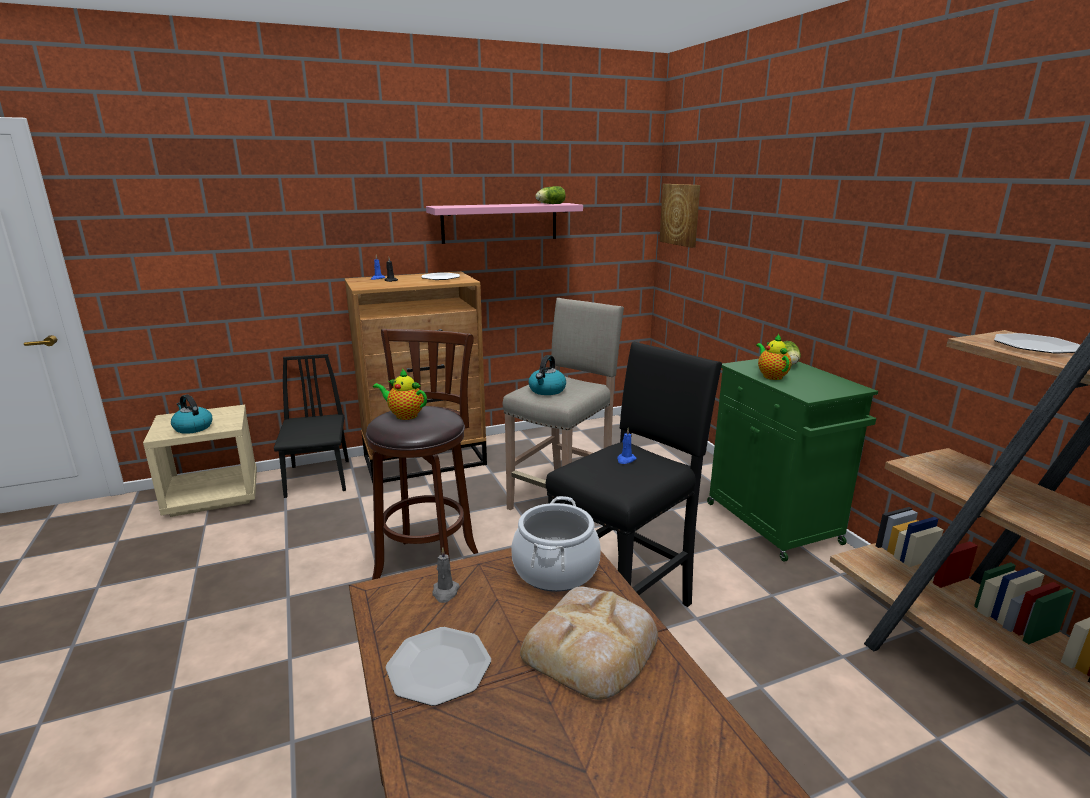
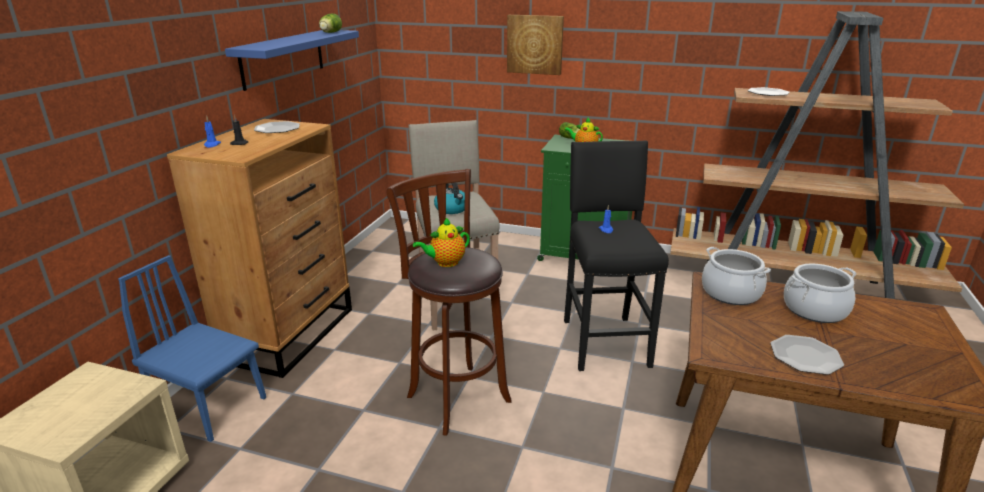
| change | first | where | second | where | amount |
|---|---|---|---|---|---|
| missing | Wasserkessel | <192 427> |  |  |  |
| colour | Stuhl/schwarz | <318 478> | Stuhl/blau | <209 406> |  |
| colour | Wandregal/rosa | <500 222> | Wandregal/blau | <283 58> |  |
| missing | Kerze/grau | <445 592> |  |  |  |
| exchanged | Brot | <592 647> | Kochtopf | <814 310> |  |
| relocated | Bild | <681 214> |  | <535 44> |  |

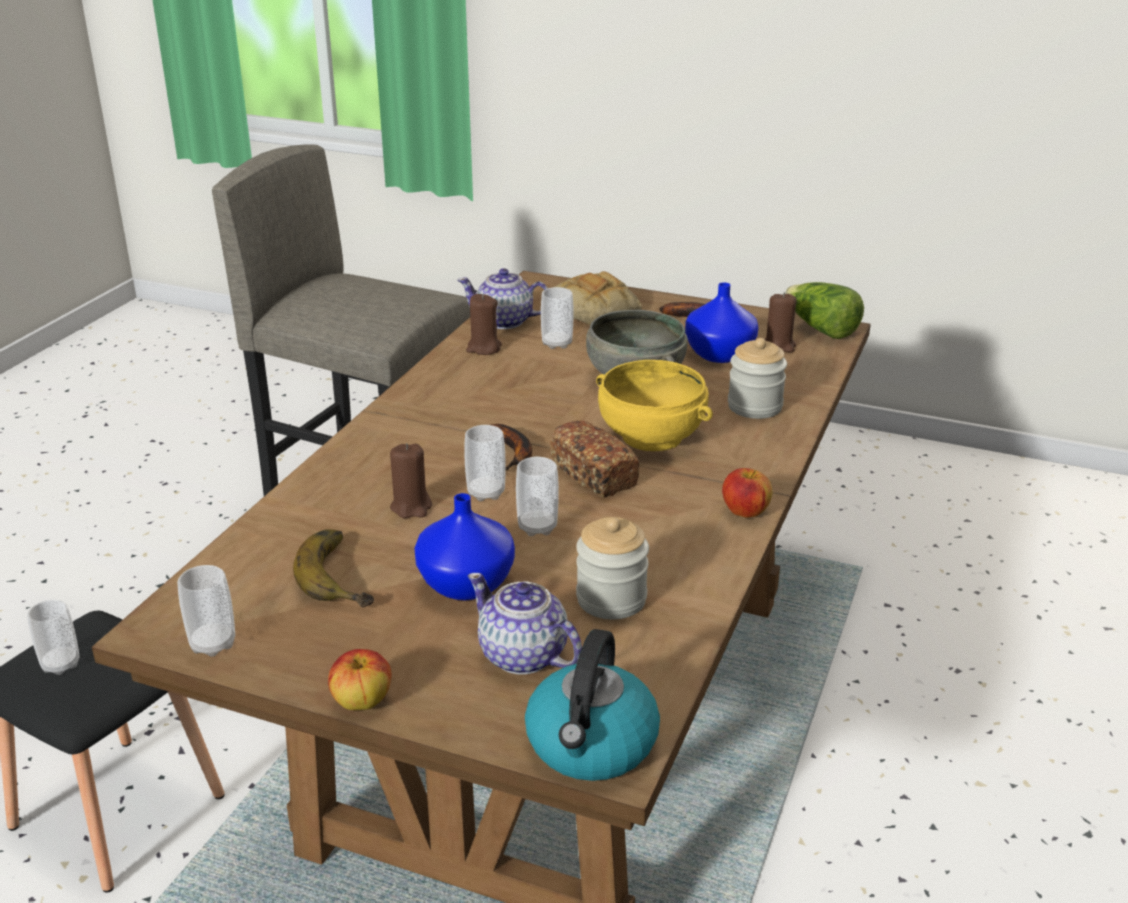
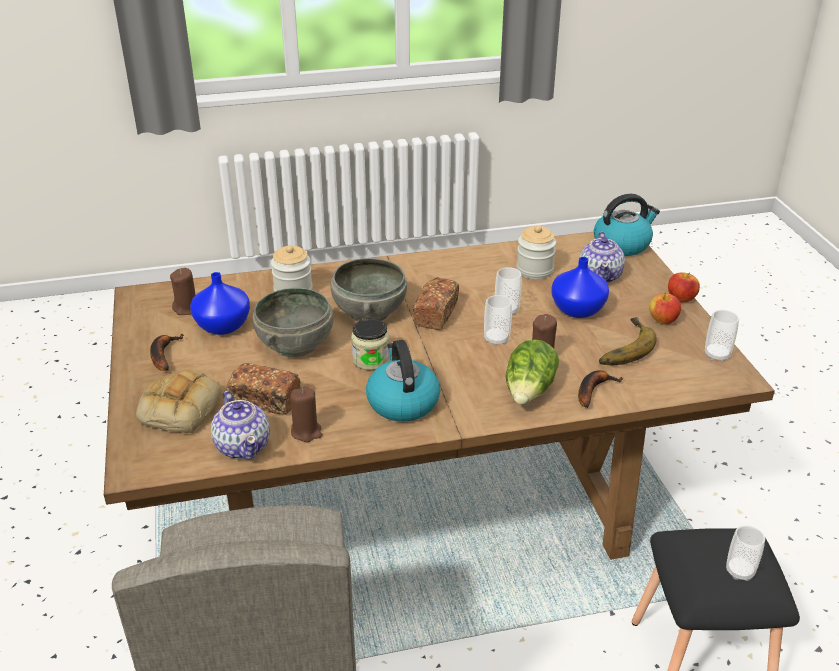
| change | first | where | second | where | amount |
|---|---|---|---|---|---|
| relocated | Banane | <514 453> |  | <593 390> |  |
| exchanged | Tasse | <557 343> | Brot | <265 400> |  |
| colour | Schüssel/gelb | <652 436> | Schüssel/grau | <368 311> |  |
| relocated | Apfel | <745 511> |  | <663 321> |  |
| relocated | Salatkopf | <820 329> |  | <529 391> |  |
| appeared |  |  | Vorratsglas | <371 360> |  |
| appeared |  |  | Wasserkessel | <402 402> |  |

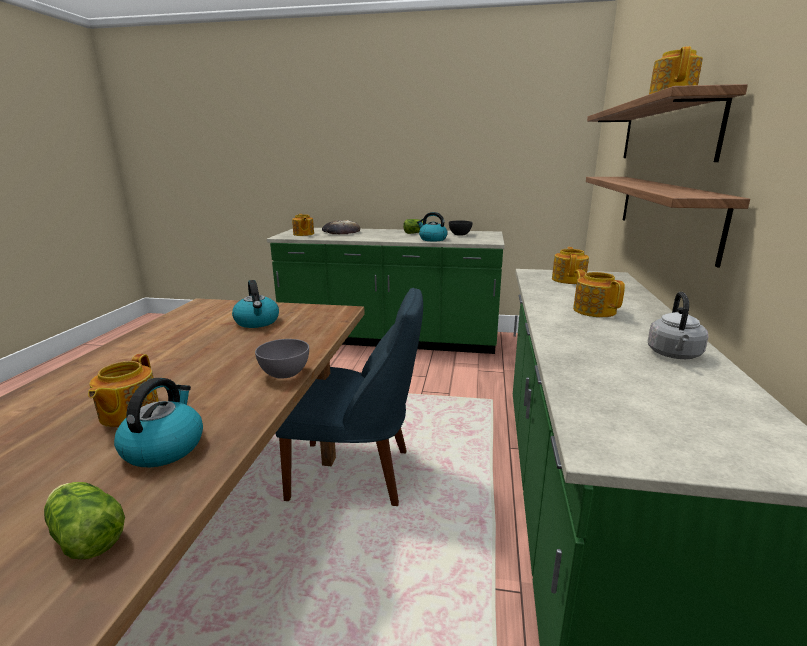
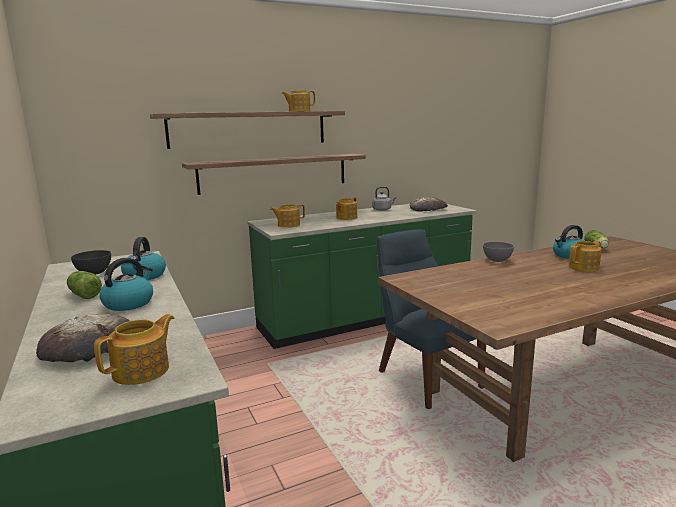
| change | first | where | second | where | amount |
|---|---|---|---|---|---|
| relocated | Wasserkessel | <257 322> |  | <129 303> |  |
| appeared |  |  | Brot | <428 208> |  |

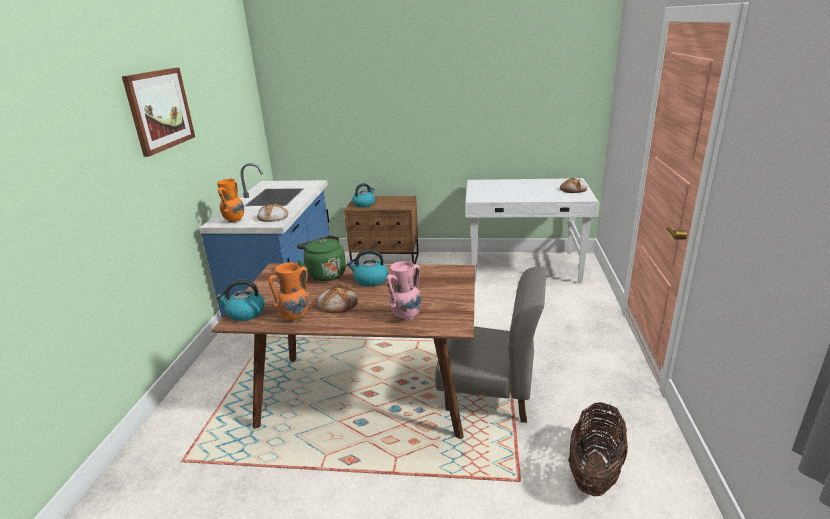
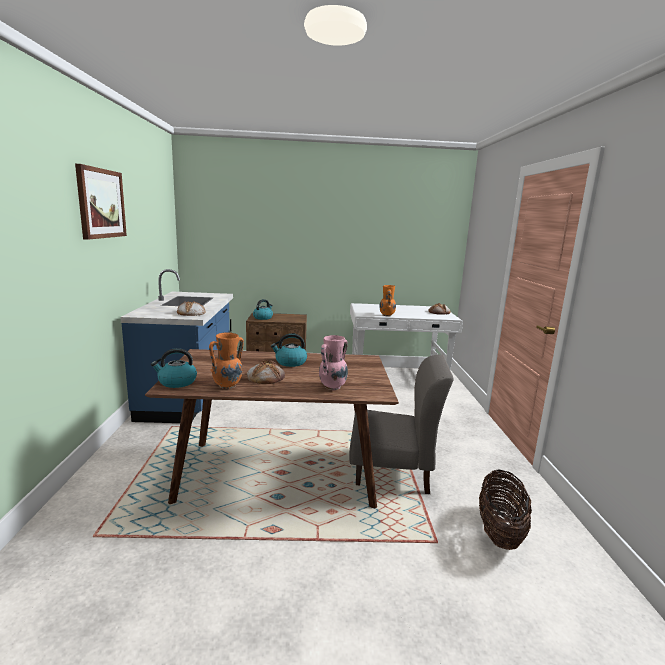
| change | first | where | second | where | amount |
|---|---|---|---|---|---|
| relocated | Vase/orange | <234 220> |  | <386 315> |  |
| missing | Wasserkessel/grün | <324 274> |  |  |  |

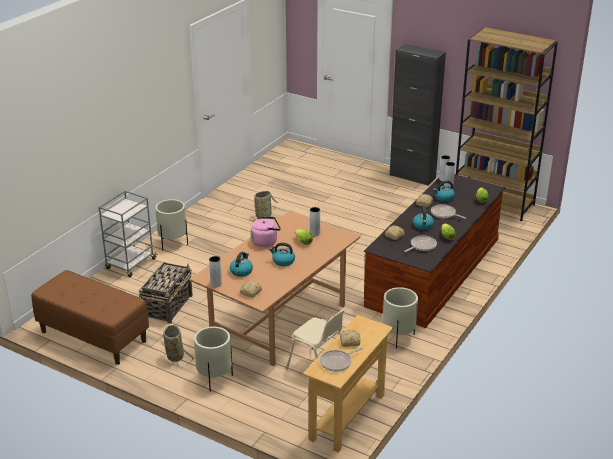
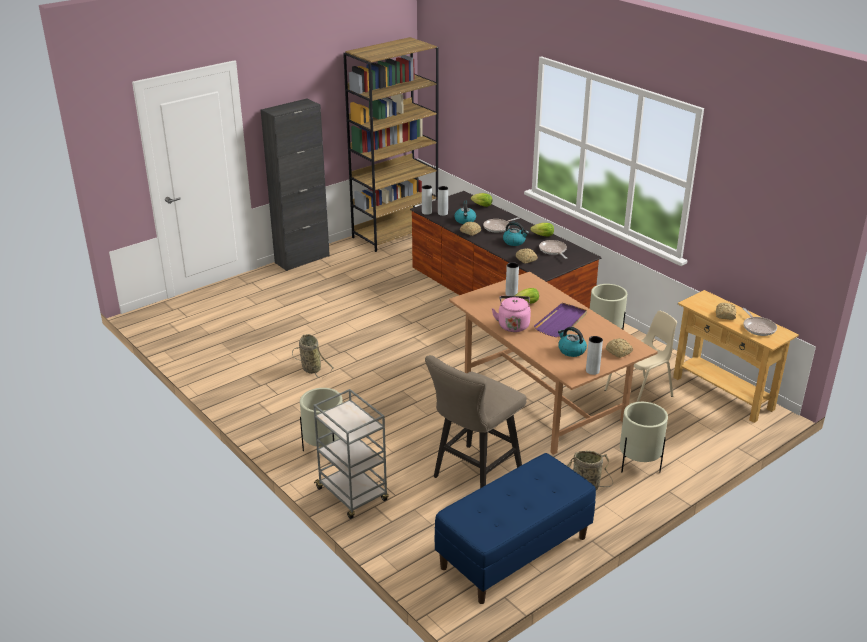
| change | first | where | second | where | amount |
|---|---|---|---|---|---|
| colour | Bank/braun | <92 336> | Bank/blau | <514 553> |  |
| exchanged | Korb | <168 306> | Hocker/beige | <473 477> |  |
| exchanged | Wasserkessel | <283 261> | Tablett/lila | <561 322> |  |

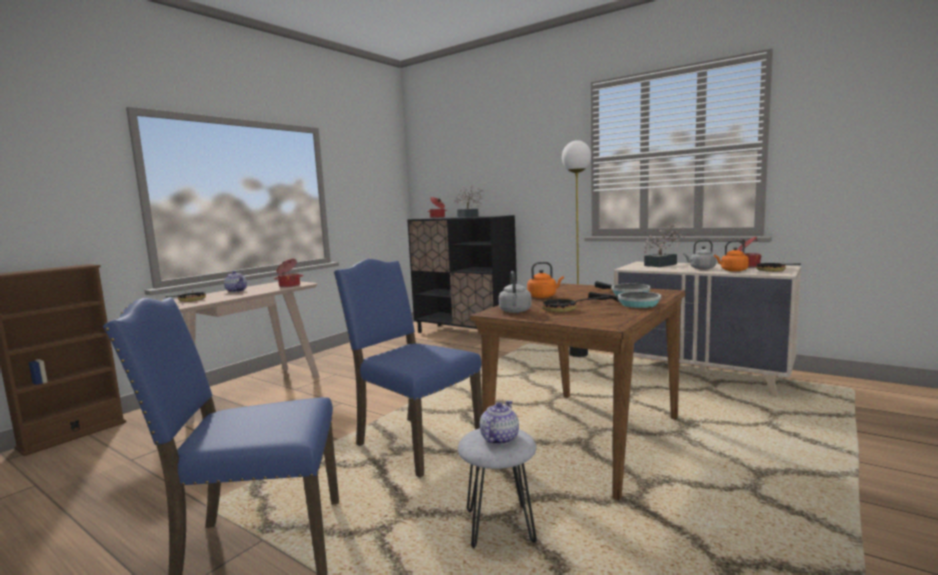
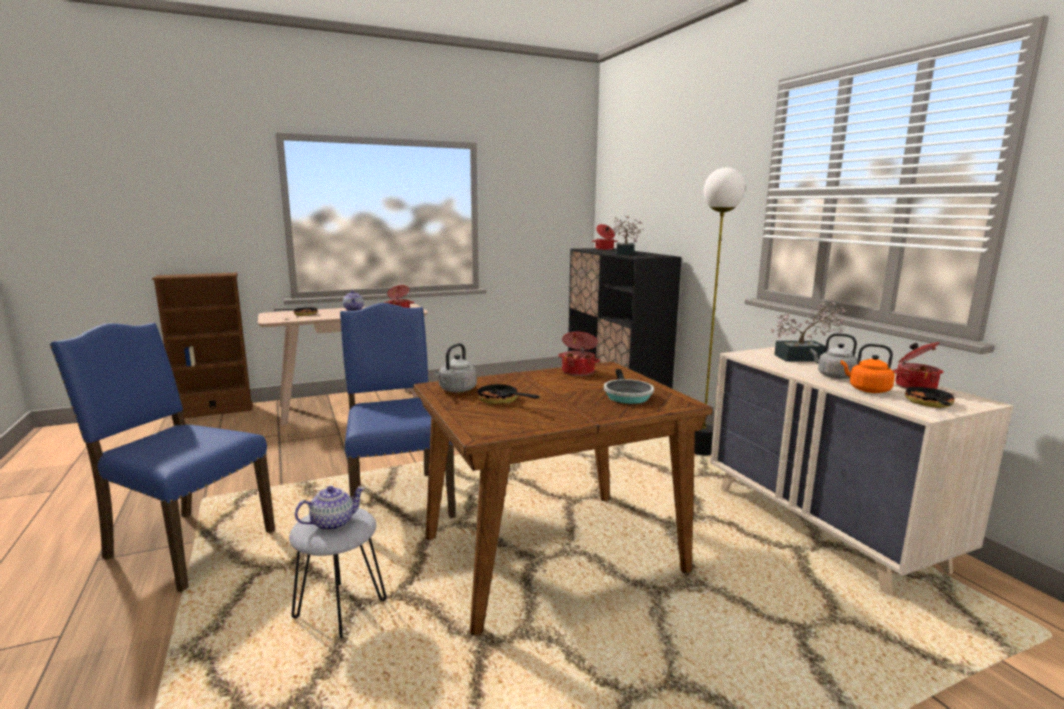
| change | first | where | second | where | amount |
|---|---|---|---|---|---|
| missing | Wasserkessel/orange | <543 296> |  |  |  |
| missing | Pfanne | <634 304> |  |  |  |
| appeared |  |  | Kochtopf | <578 372> |  |

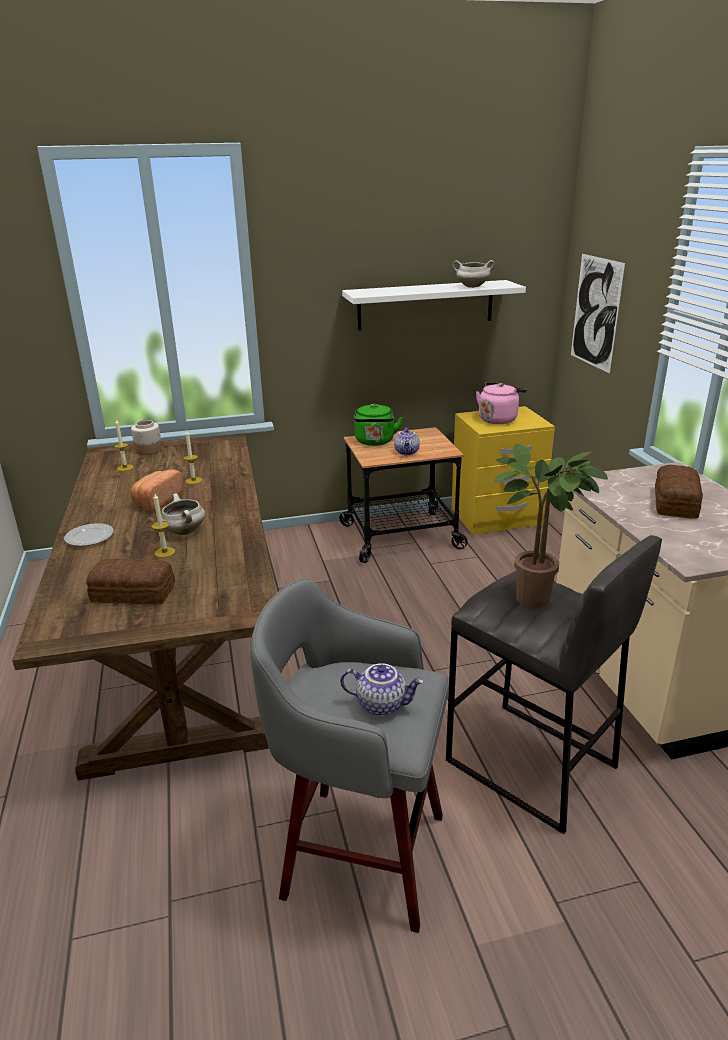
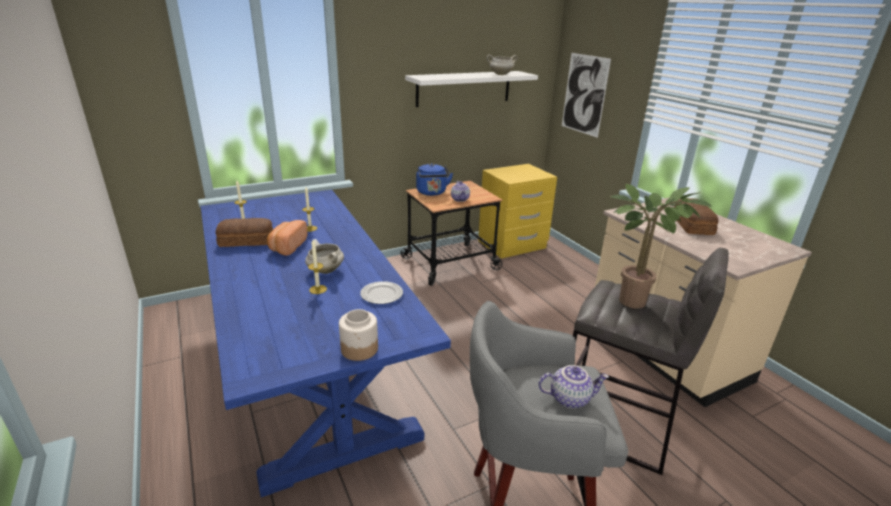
| change | first | where | second | where | amount |
|---|---|---|---|---|---|
| colour | Esstisch/braun | <184 641> | Esstisch/blau | <310 362> |  |
| relocated | Teller | <90 537> |  | <382 295> |  |
| relocated | Brot | <134 594> |  | <247 241> |  |
| relocated | Vorratsglas | <149 450> |  | <360 349> |  |
| colour | Wasserkessel/grün | <375 442> | Wasserkessel/blau | <432 193> |  |
| missing | Wasserkessel/rosa | <498 419> |  |  |  |

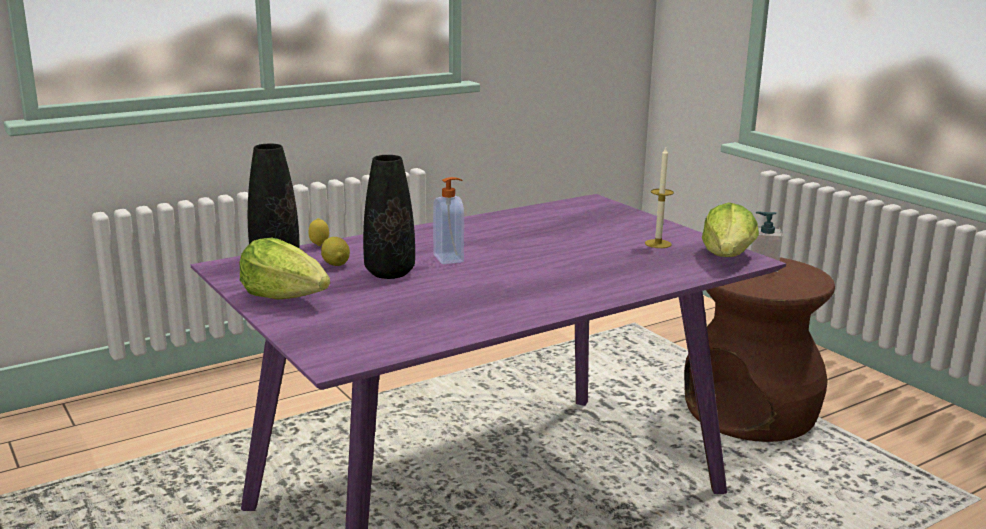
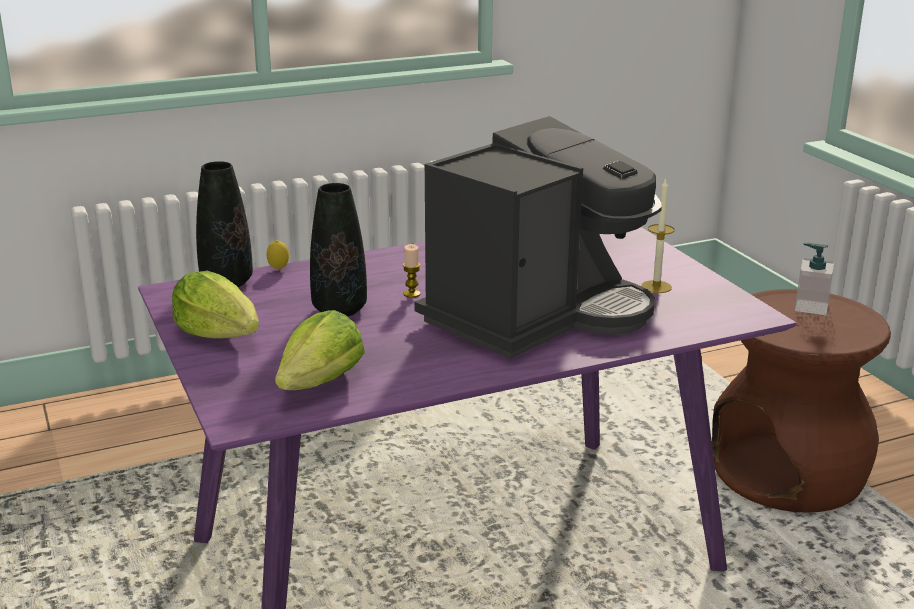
| change | first | where | second | where | amount |
|---|---|---|---|---|---|
| missing | Zitrone | <335 264> |  |  |  |
| exchanged | Seifenspender | <449 258> | Kerze | <412 294> |  |
| relocated | Salatkopf | <728 257> |  | <321 383> |  |
| appeared |  |  | Kaffeemaschine | <537 314> |  |

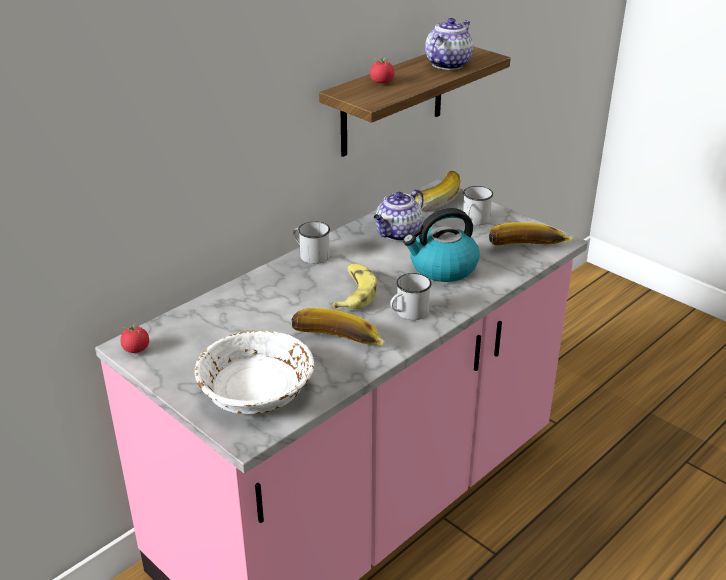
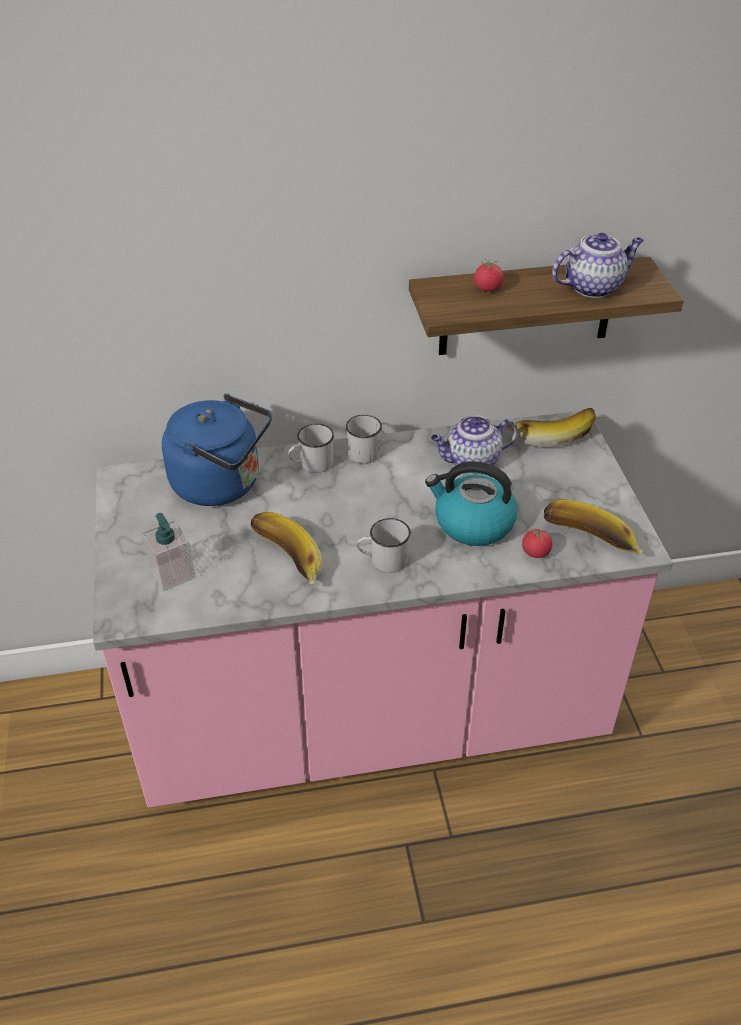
| change | first | where | second | where | amount |
|---|---|---|---|---|---|
| relocated | Tomate | <136 349> |  | <535 552> |  |
| exchanged | Schüssel/weiß | <256 389> | Seifenspender | <172 574> |  |
| missing | Banane | <354 293> |  |  |  |
| relocated | Henkelbecher/weiß | <474 221> |  | <311 464> |  |
| appeared |  |  | Wasserkessel/blau | <222 484> |  |

